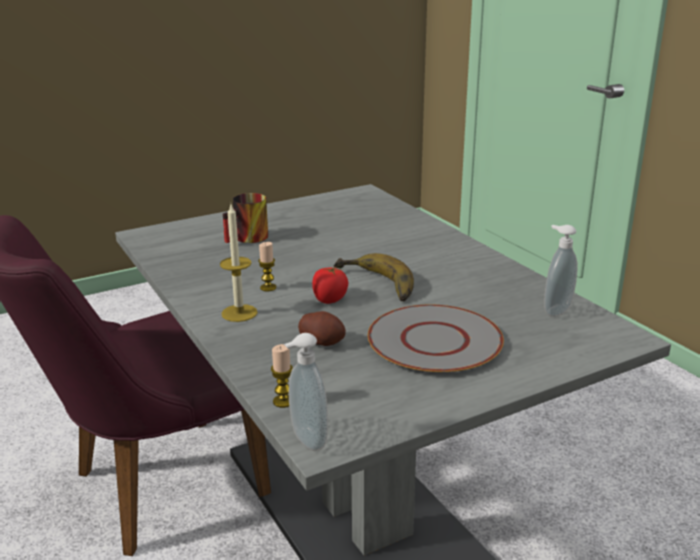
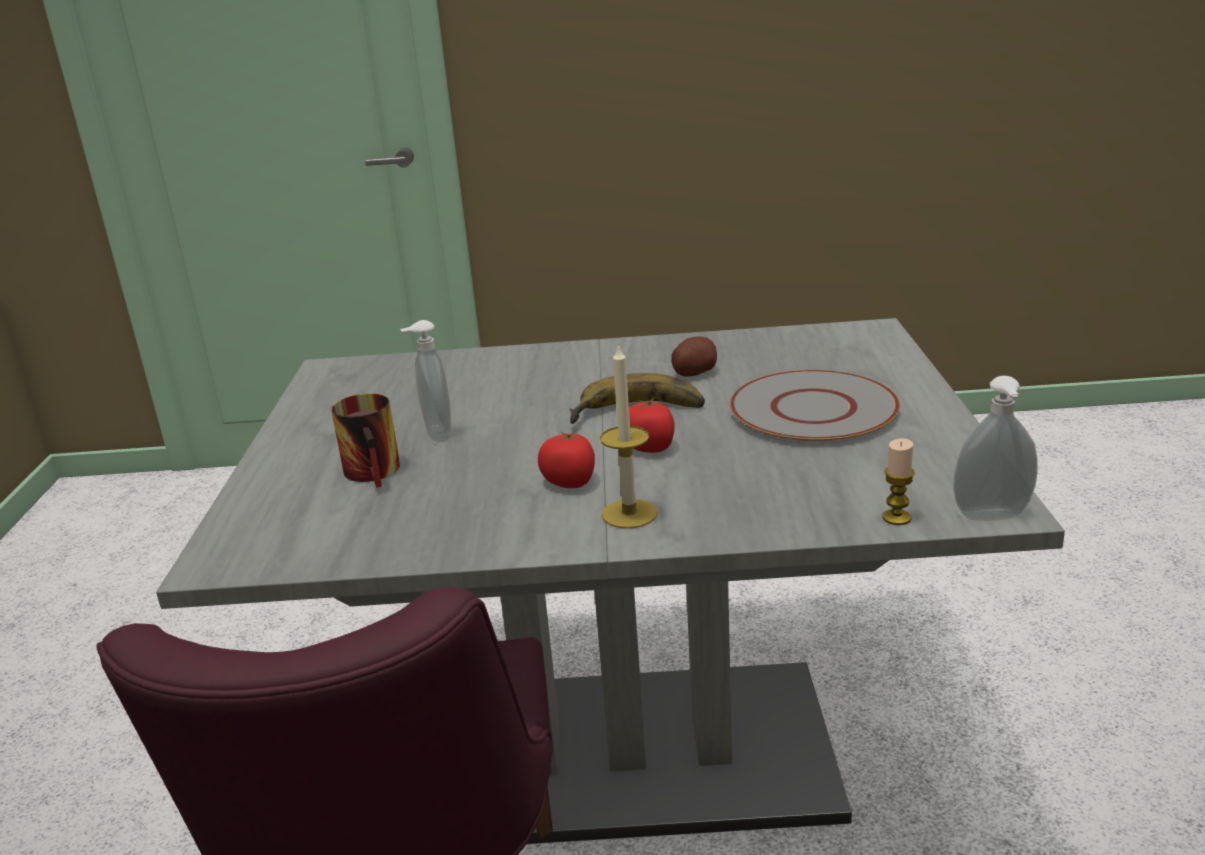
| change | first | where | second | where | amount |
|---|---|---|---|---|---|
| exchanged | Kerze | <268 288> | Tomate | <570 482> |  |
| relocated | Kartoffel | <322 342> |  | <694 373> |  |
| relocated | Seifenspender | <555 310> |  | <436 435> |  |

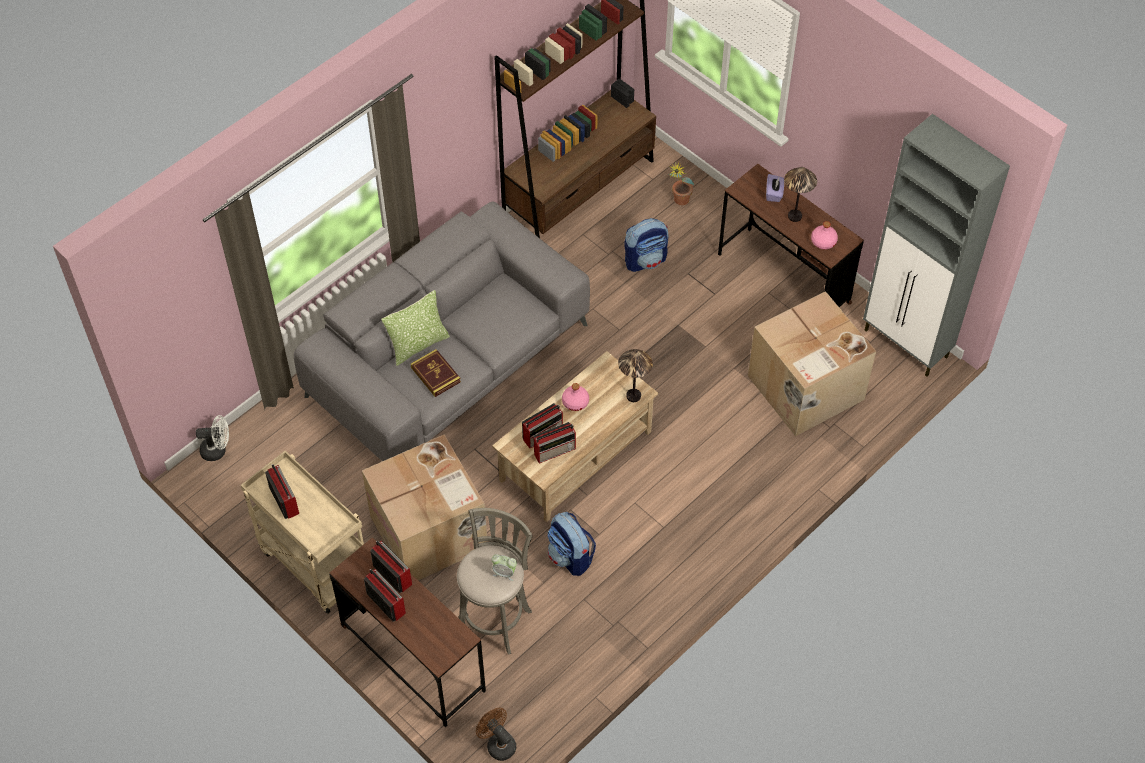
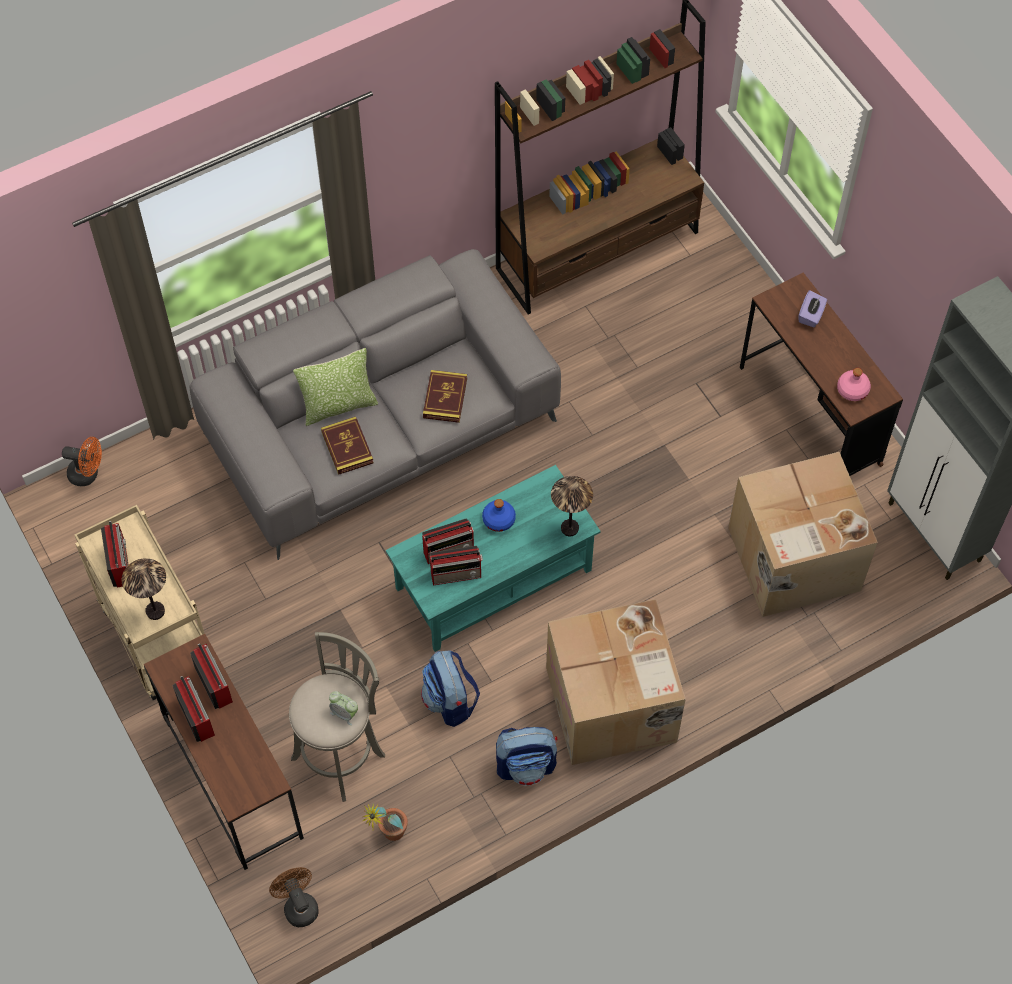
| change | first | where | second | where | amount |
|---|---|---|---|---|---|
| colour | Ventilator/weiß | <217 450> | Ventilator/orange | <88 474> |  |
| relocated | Karton | <430 532> |  | <613 705> |  |
| colour | Couchtisch/beige | <575 455> | Couchtisch/türkis | <493 578> |  |
| colour | Flasche/rosa | <575 402> | Flasche/blau | <499 519> |  |
| relocated | Rucksack | <646 260> |  | <526 765> |  |
| relocated | Topfpflanze | <679 202> |  | <388 835> |  |
| relocated | Tischlampe | <794 216> |  | <155 611> |  |
| appeared |  |  | Buch | <445 398> |  |

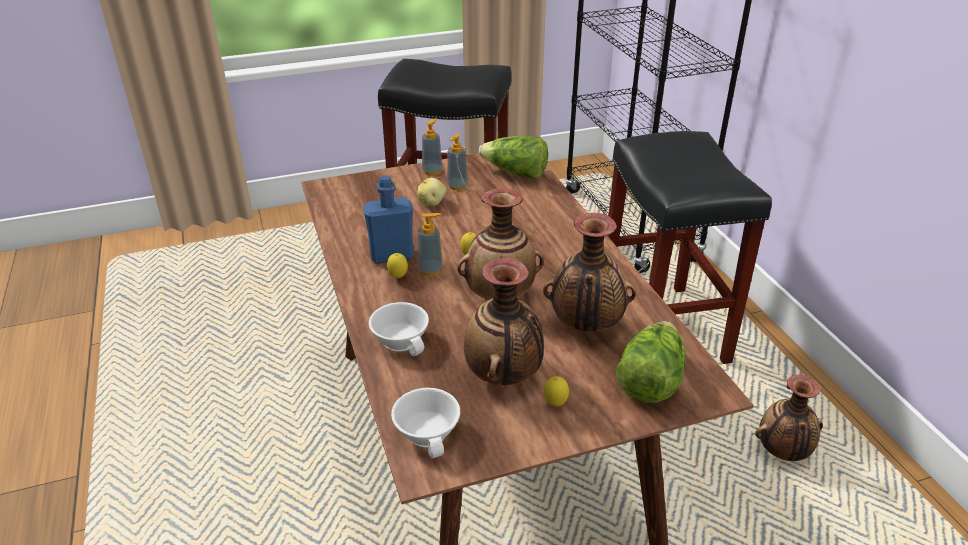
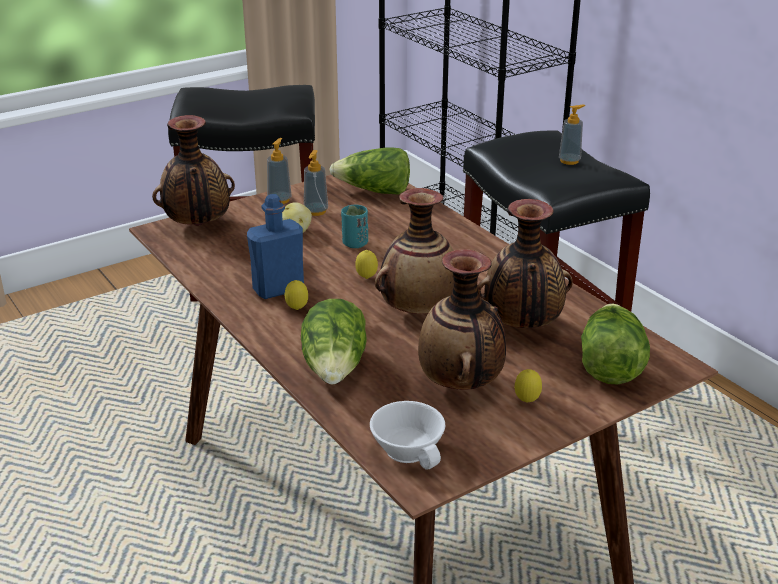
| change | first | where | second | where | amount |
|---|---|---|---|---|---|
| exchanged | Tasse/weiß | <403 340> | Salatkopf | <335 368> |  |
| relocated | Seifenspender | <430 270> |  | <569 161> |  |
| relocated | Vase | <782 452> |  | <198 225> |  |
| appeared |  |  | Tasse/türkis | <355 244> |  |

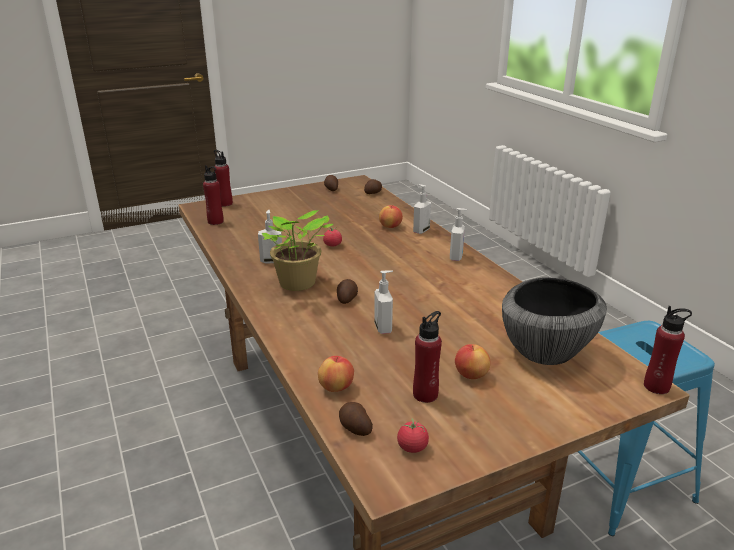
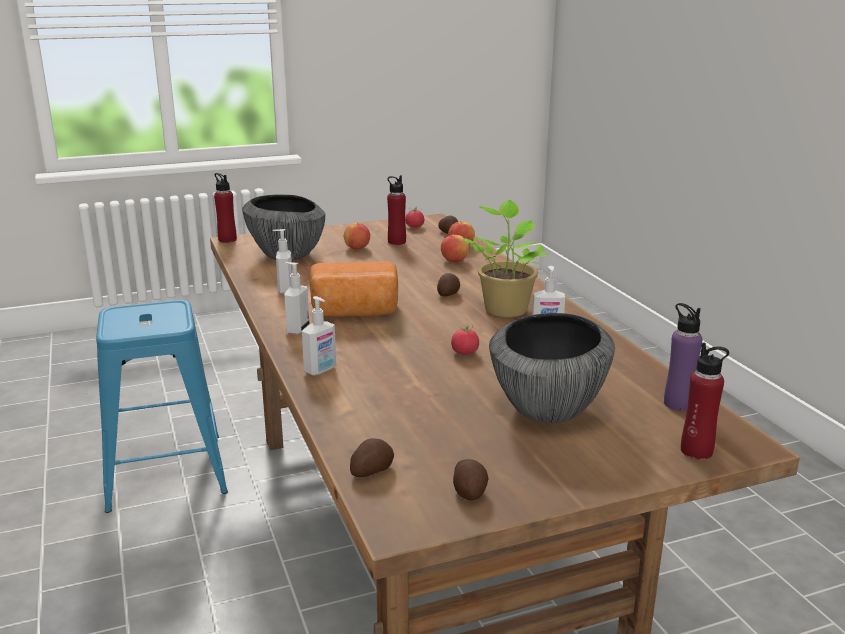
| change | first | where | second | where | amount |
|---|---|---|---|---|---|
| colour | Flasche/rot | <215 221> | Flasche/lila | <678 403> |  |
| relocated | Seifenspender | <383 328> |  | <284 290> |  |
| relocated | Apfel | <390 226> |  | <454 261> |  |
| appeared |  |  | Brot | <355 312> |  |
| appeared |  |  | Schüssel | <547 409> |  |

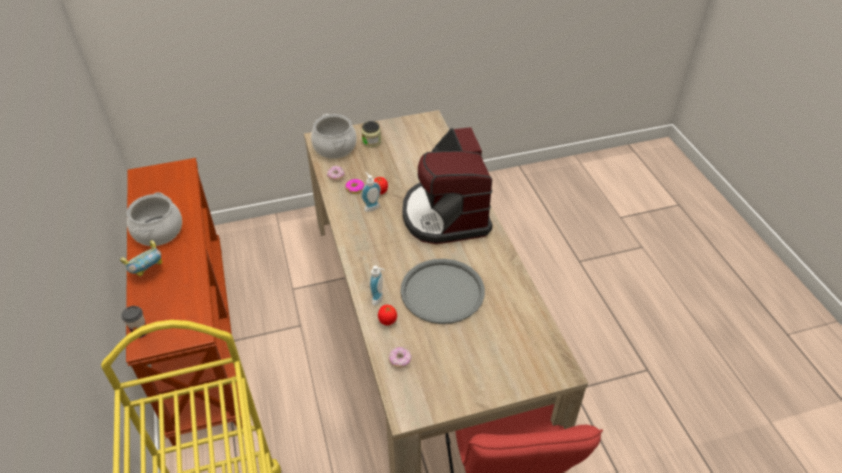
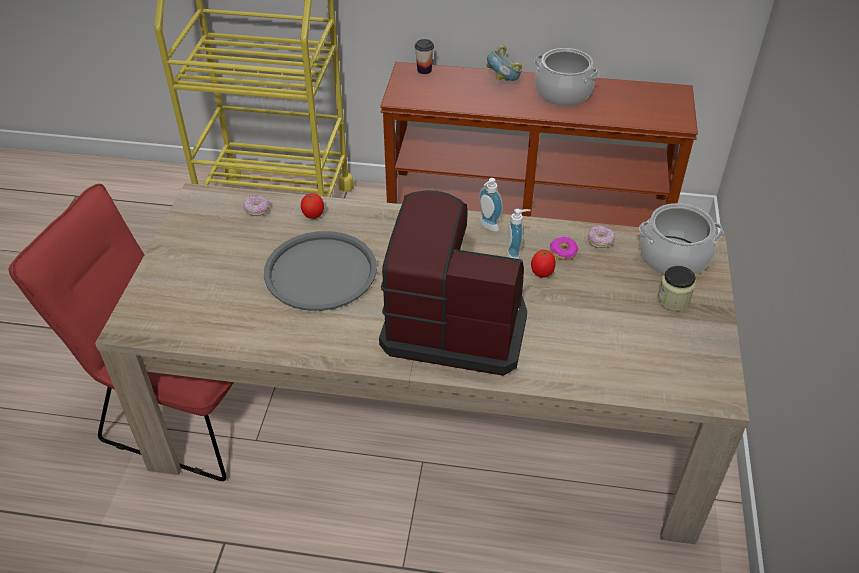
| change | first | where | second | where | amount |
|---|---|---|---|---|---|
| relocated | Seifenspender | <379 299> |  | <487 227> |  |

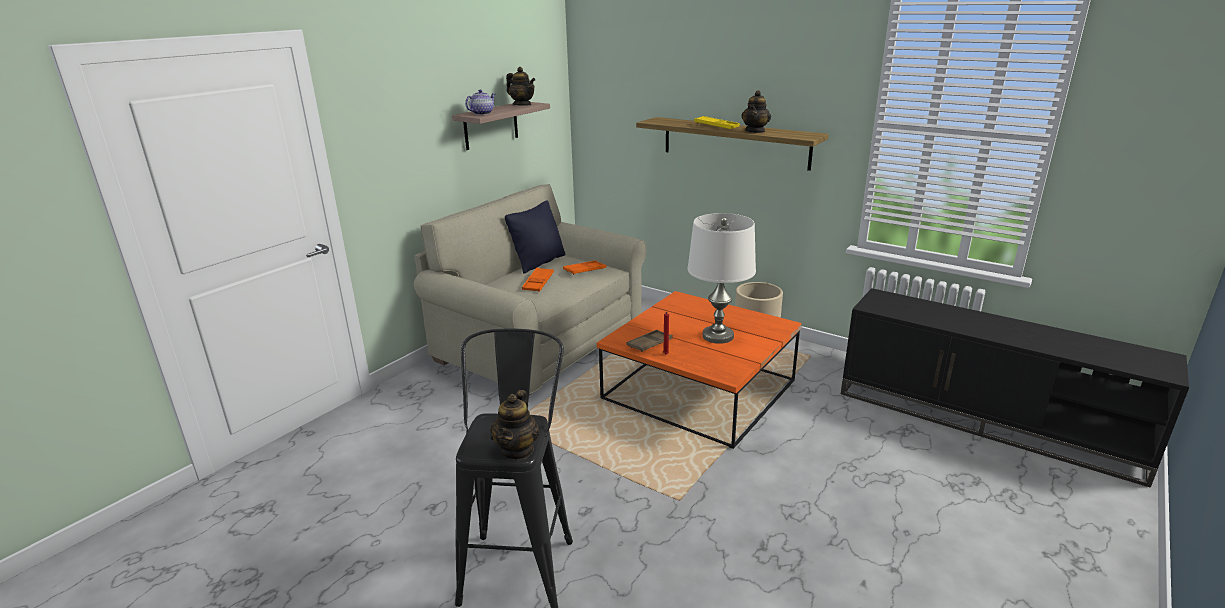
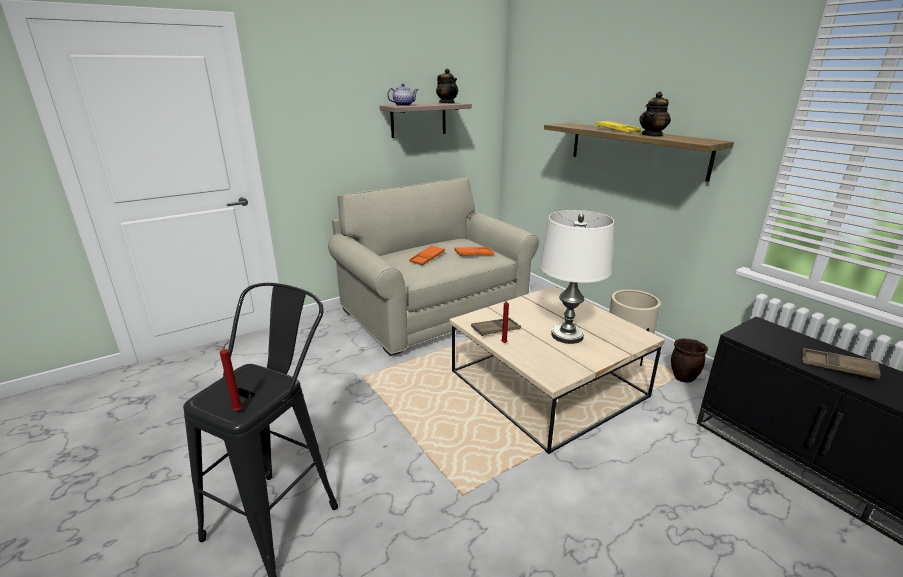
| change | first | where | second | where | amount |
|---|---|---|---|---|---|
| exchanged | Teekanne | <517 450> | Kerze/rot | <239 410> |  |
| missing | Kissen/schwarz | <538 262> |  |  |  |
| colour | Couchtisch/orange | <698 388> | Couchtisch/beige | <547 382> |  |
| appeared |  |  | Pflanzkübel/braun | <683 377> |  |
| appeared |  |  | Tablett/braun | <837 367> |  |

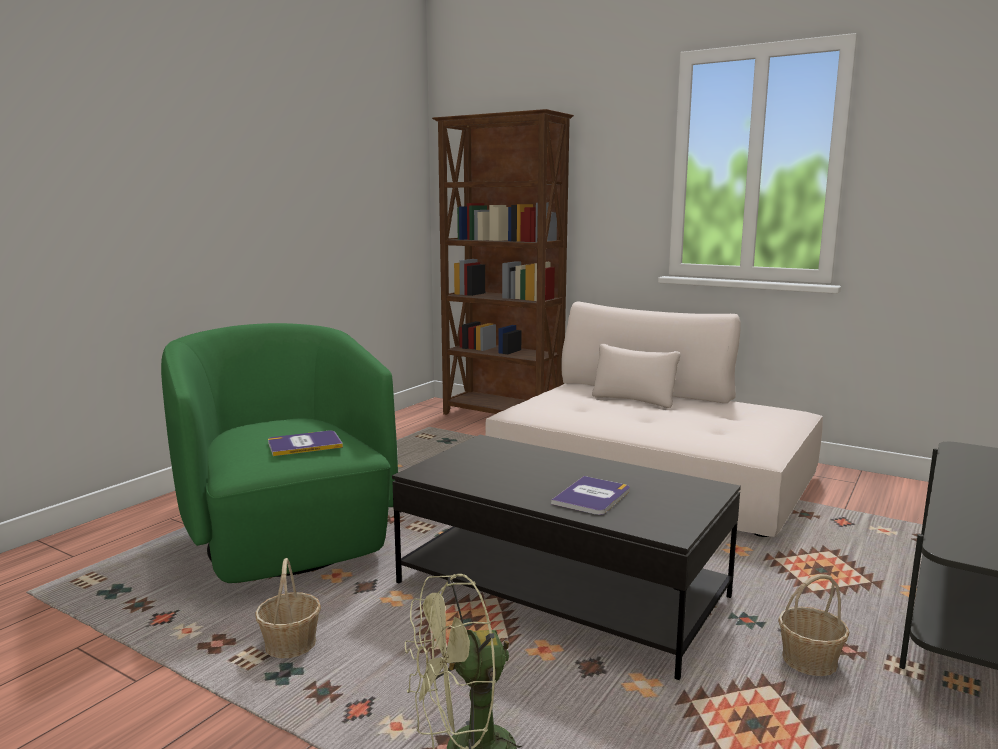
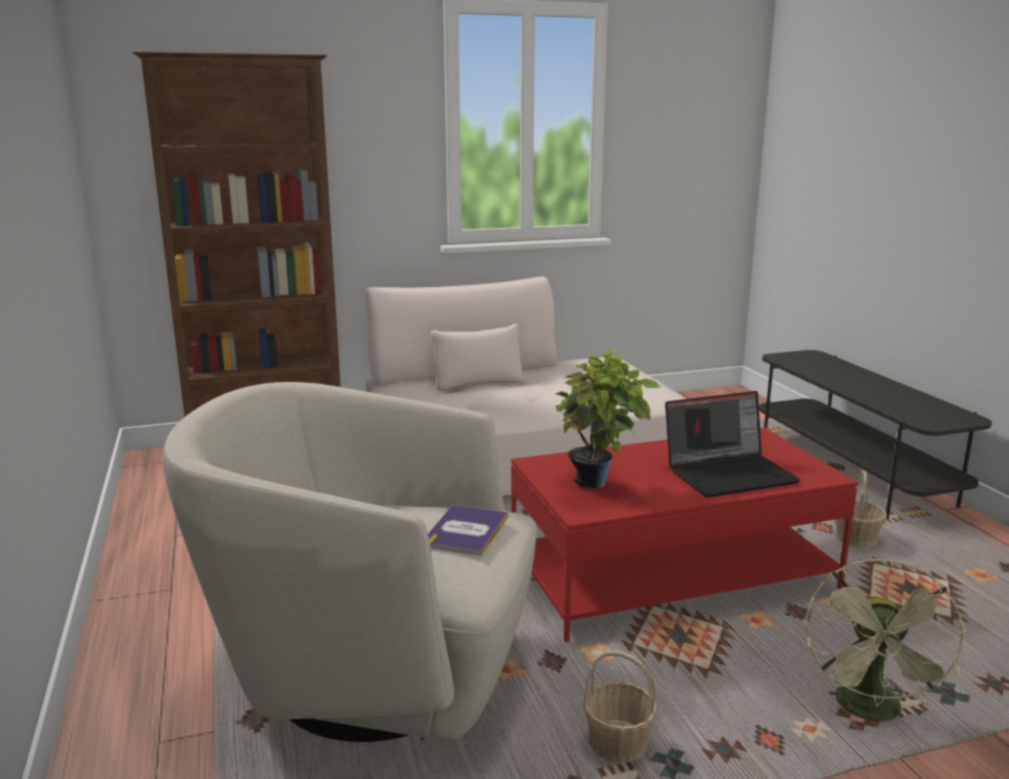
| change | first | where | second | where | amount |
|---|---|---|---|---|---|
| colour | Sessel/grün | <287 539> | Sessel/beige | <372 672> |  |
| colour | Couchtisch/schwarz | <561 591> | Couchtisch/rot | <672 575> |  |
| exchanged | Buch | <592 497> | Laptop | <730 473> |  |
| appeared |  |  | Topfpflanze | <598 485> |  |

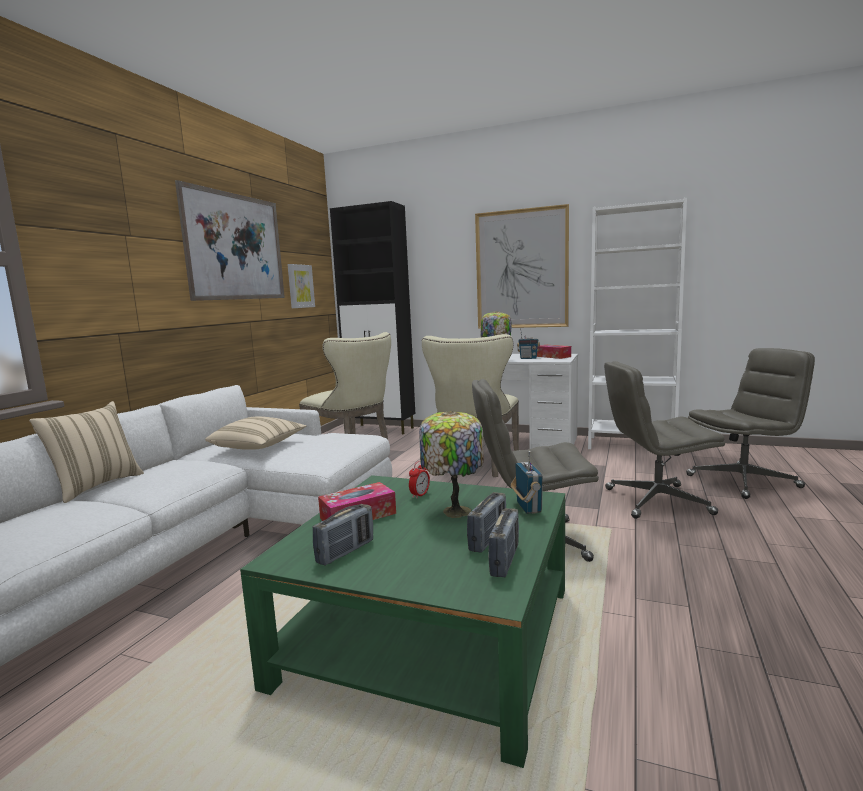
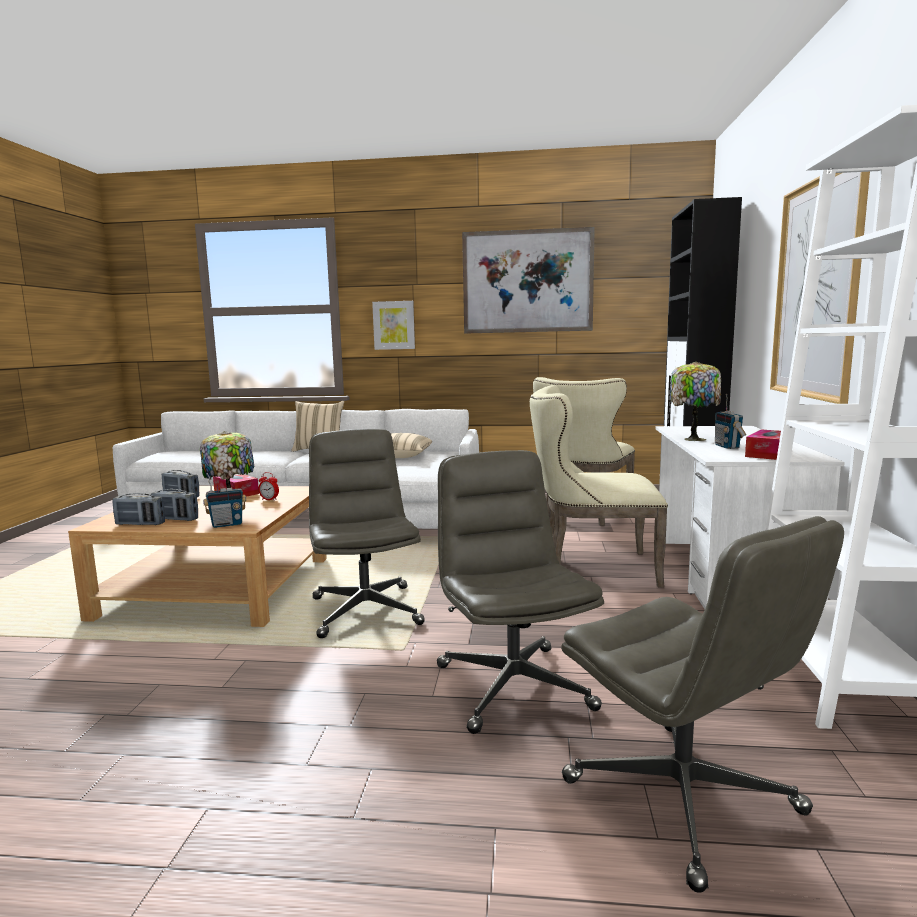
| change | first | where | second | where | amount |
|---|---|---|---|---|---|
| colour | Couchtisch/grün | <429 636> | Couchtisch/beige | <218 587> |  |
| relocated | Bild | <300 286> |  | <394 325> |  |

